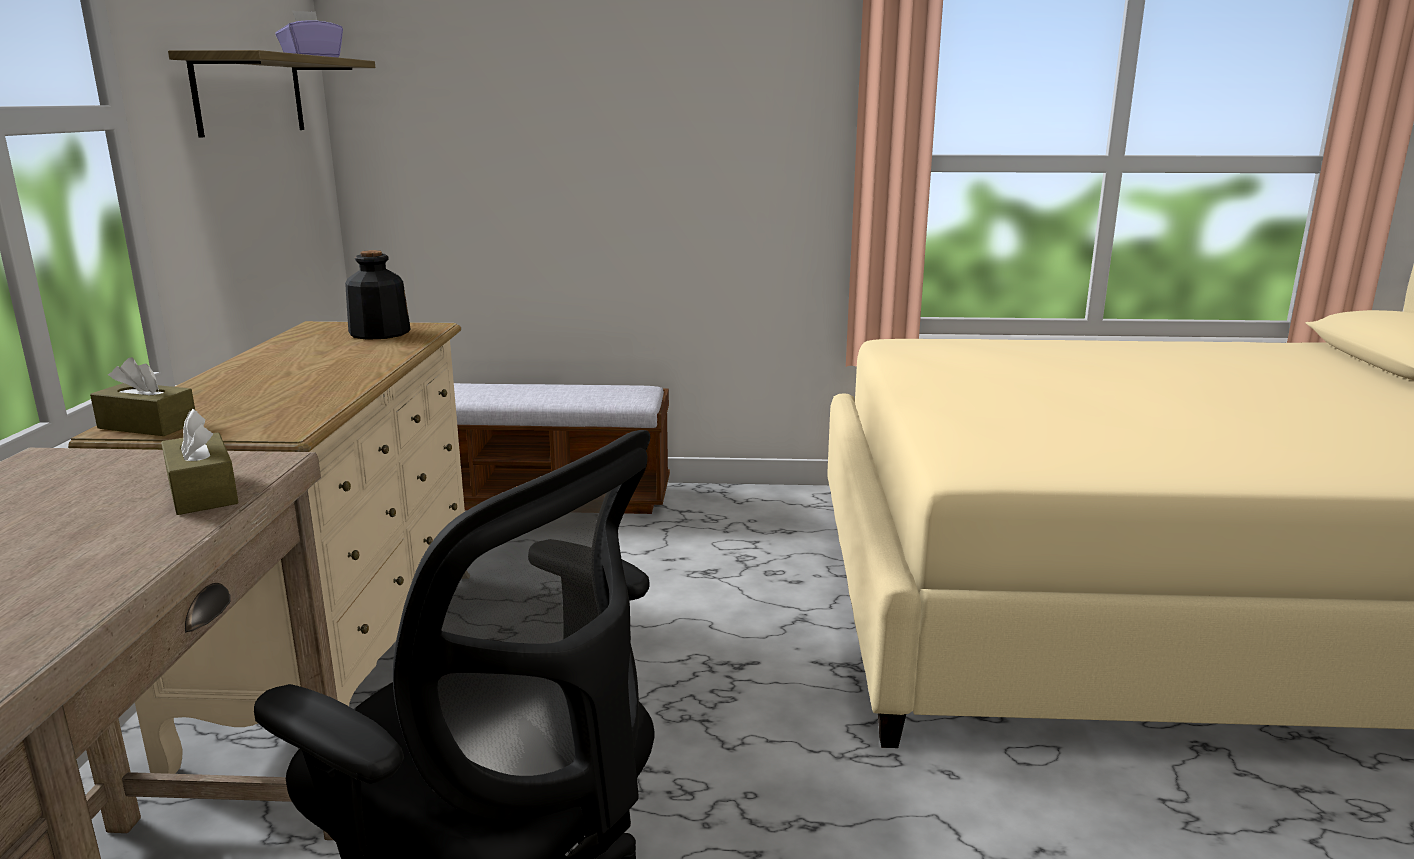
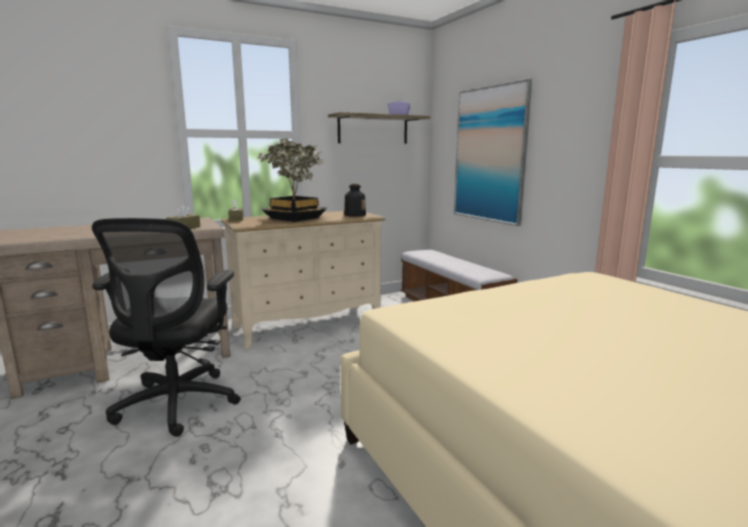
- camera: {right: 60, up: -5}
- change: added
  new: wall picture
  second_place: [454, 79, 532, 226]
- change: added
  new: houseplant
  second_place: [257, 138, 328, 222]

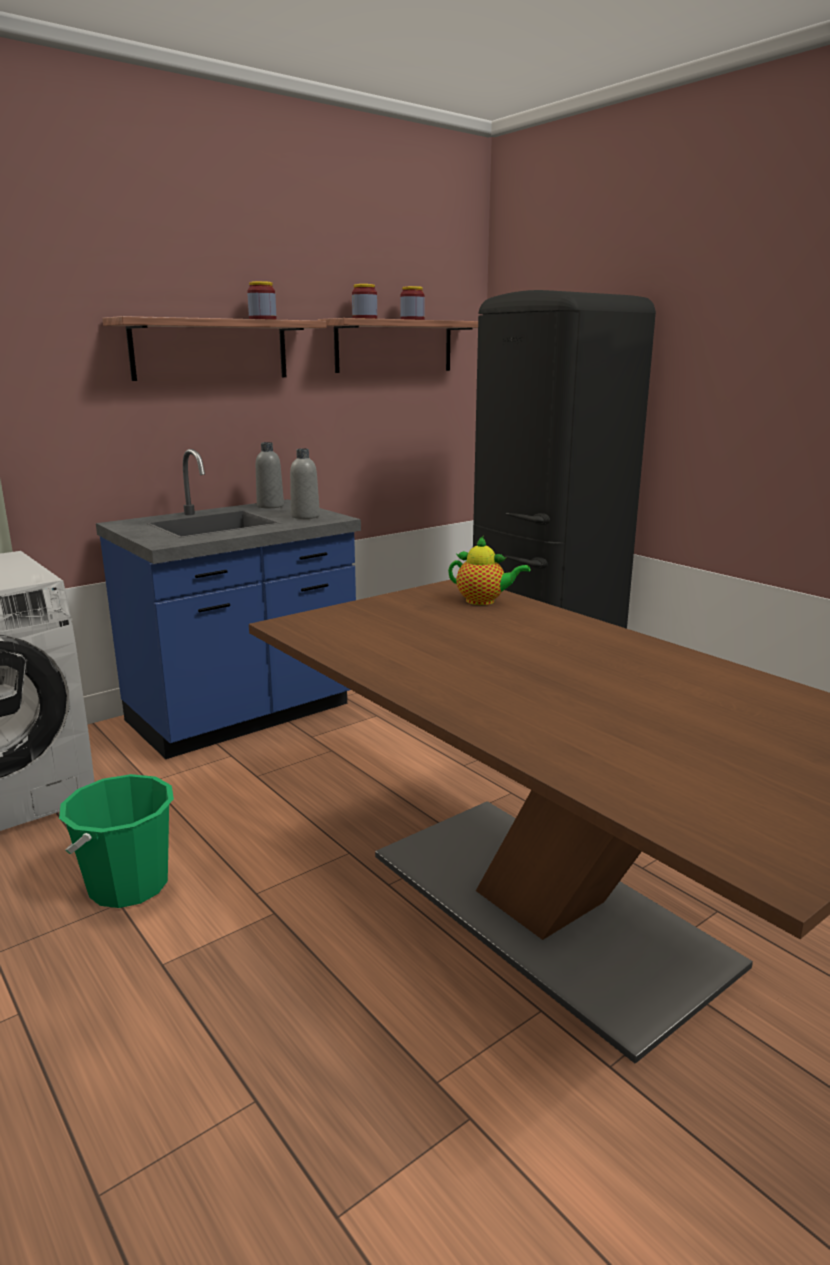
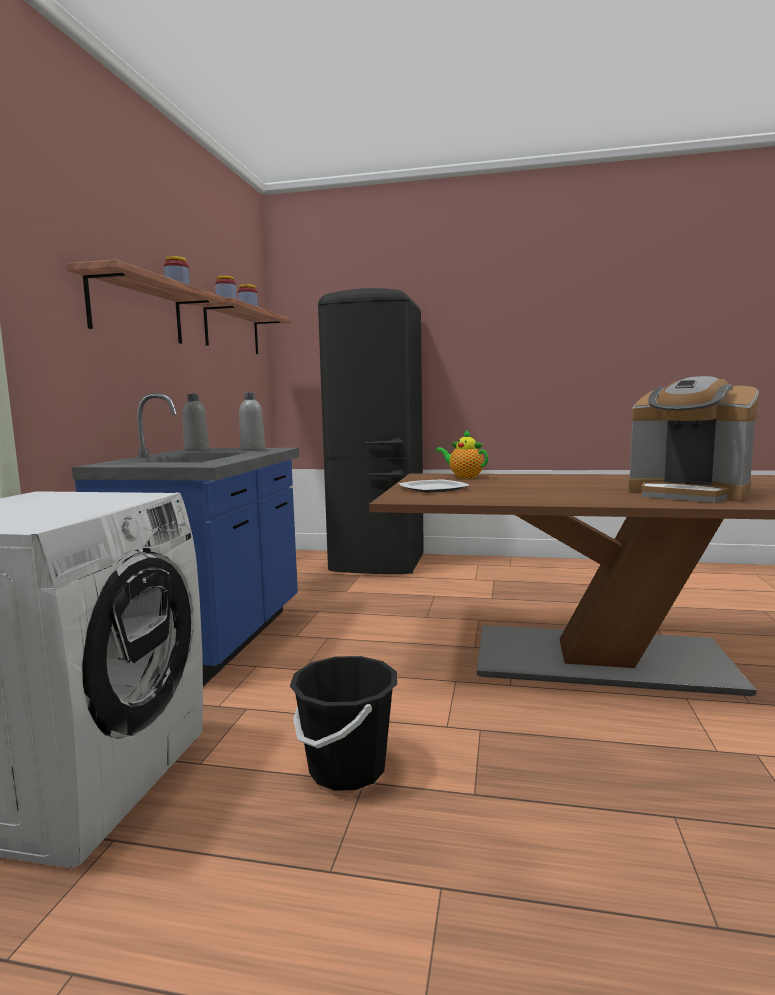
- camera: {right: -40, up: -10}
- change: turned
  old: teapot
  first_place: [448, 536, 530, 605]
  second_place: [436, 430, 488, 479]
  degrees: -120
- change: recoloured
  old: green-coloured bucket
  new: blackish bucket
  first_place: [59, 774, 174, 908]
  second_place: [290, 656, 397, 791]
- change: added
  new: coffee machine
  second_place: [628, 376, 759, 503]
- change: added
  new: flat dish
  second_place: [399, 479, 470, 493]

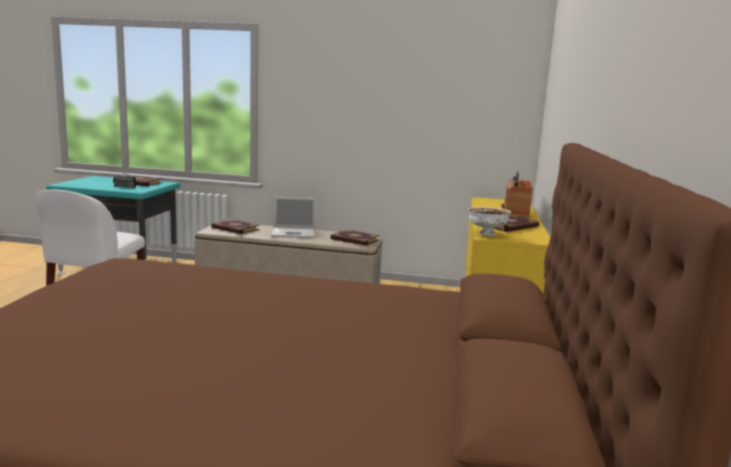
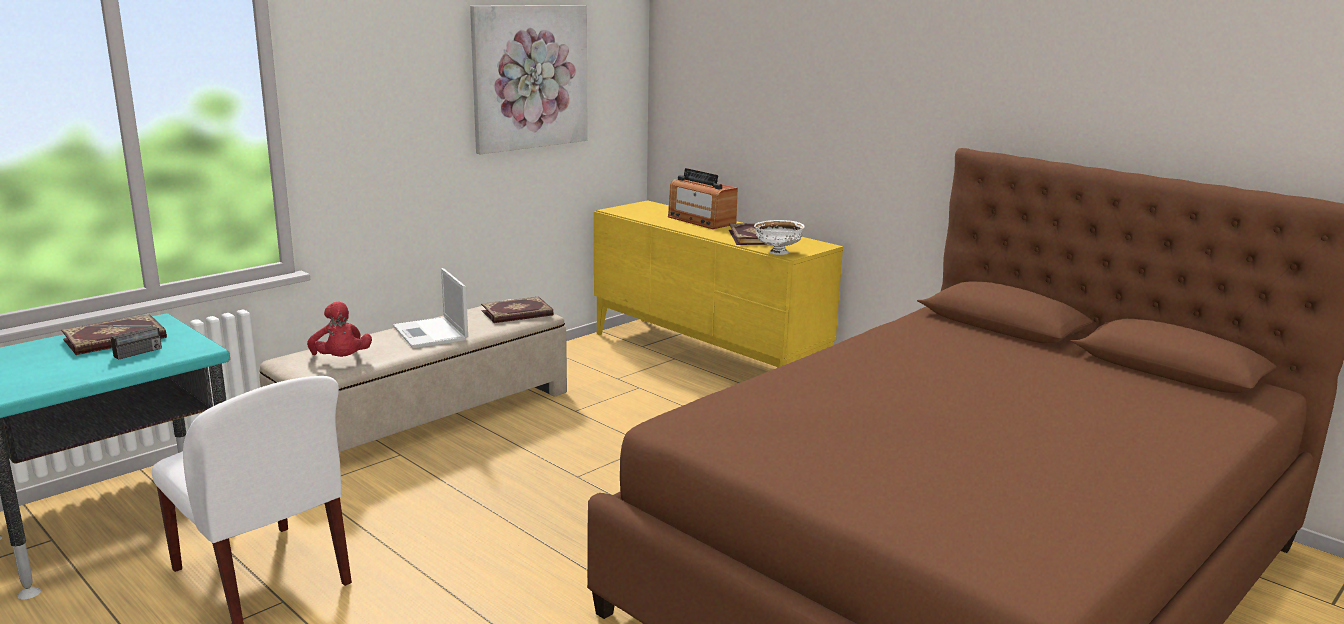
- camera: {right: -55, up: 5}
- change: turned
  old: notebook computer
  first_place: [271, 196, 316, 238]
  second_place: [393, 268, 468, 349]
  degrees: 120
- change: replaced
  old: bound book
  new: red-coloured plush toy
  first_place: [211, 219, 260, 234]
  second_place: [307, 302, 372, 357]
- change: added
  new: wall picture
  second_place: [470, 5, 588, 154]

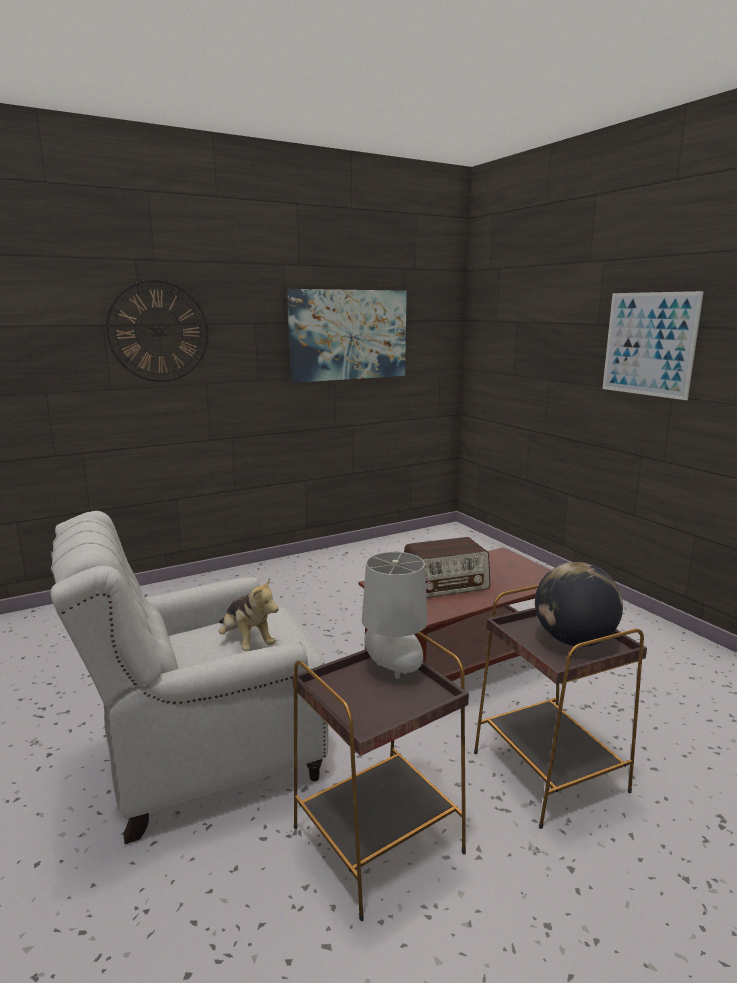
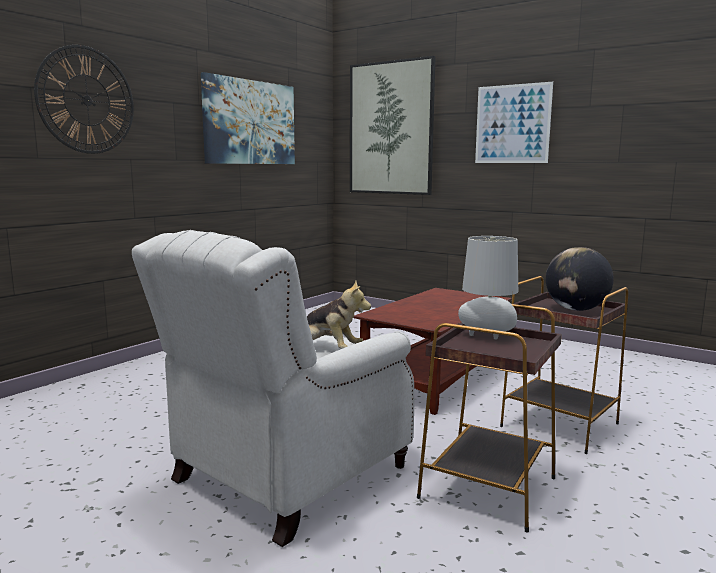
- camera: {right: -25, up: -5}
- change: removed
  old: radio receiver
  first_place: [404, 537, 490, 598]
- change: added
  new: wall picture
  second_place: [350, 56, 436, 195]

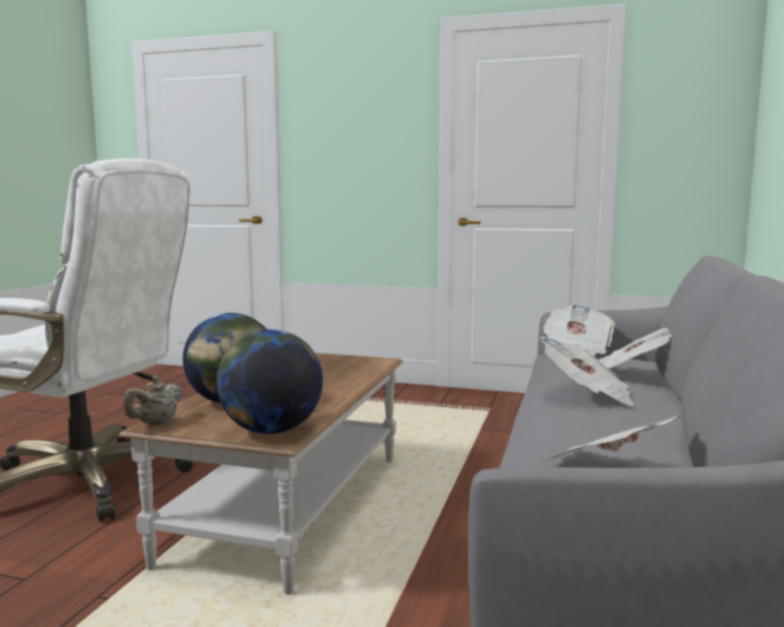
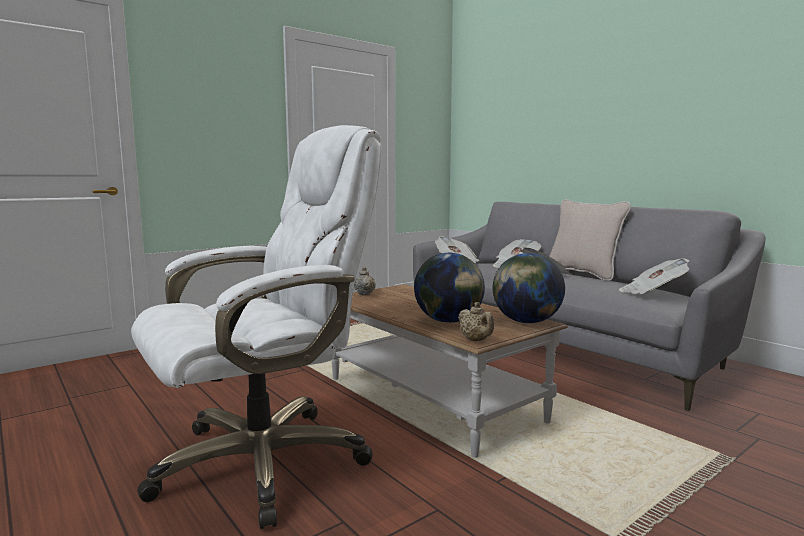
- camera: {right: -55, up: 0}
- change: added
  new: sand-coloured pillow
  second_place: [549, 199, 631, 281]
- change: added
  new: sand-coloured teapot
  second_place: [354, 266, 376, 295]

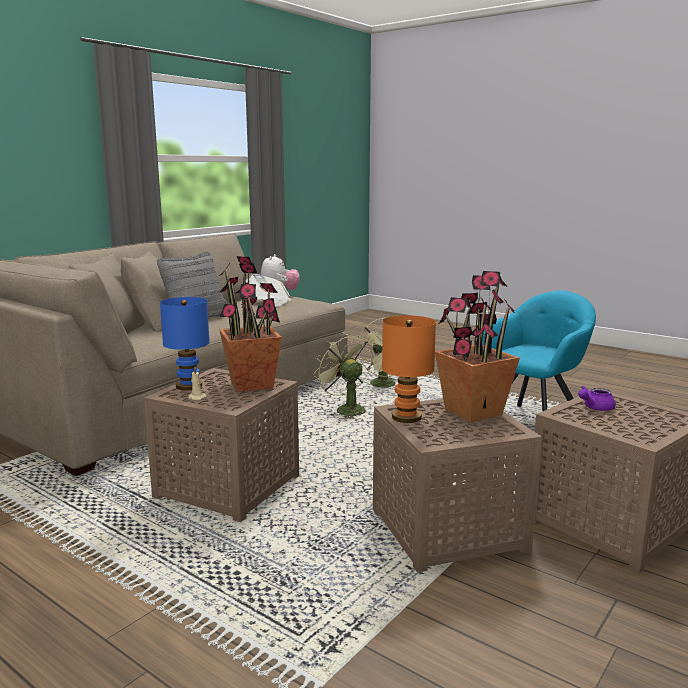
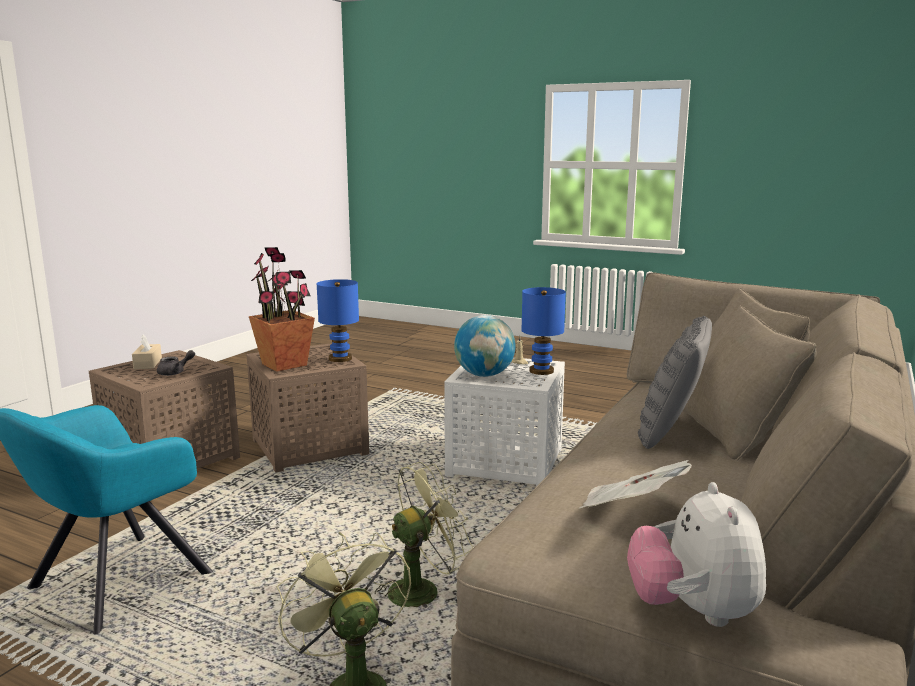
- camera: {right: 170, up: 0}
- change: replaced
  old: houseplant
  new: desk globe
  first_place: [219, 256, 282, 392]
  second_place: [454, 315, 516, 377]
- change: recoloured
  old: orange-coloured table lamp
  new: bluish table lamp
  first_place: [382, 315, 436, 423]
  second_place: [317, 279, 359, 362]
- change: turned
  old: green-coloured cooling fan
  first_place: [313, 332, 372, 419]
  second_place: [374, 462, 473, 608]
  degrees: -75
- change: recoloured
  old: brown side table
  new: whitish side table
  first_place: [144, 368, 299, 522]
  second_place: [444, 358, 565, 487]
- change: recoloured
  old: purplish teapot
  new: grey teapot
  first_place: [578, 386, 616, 411]
  second_place: [157, 350, 195, 376]
- change: added
  new: sand-coloured tissue box
  second_place: [132, 334, 162, 369]

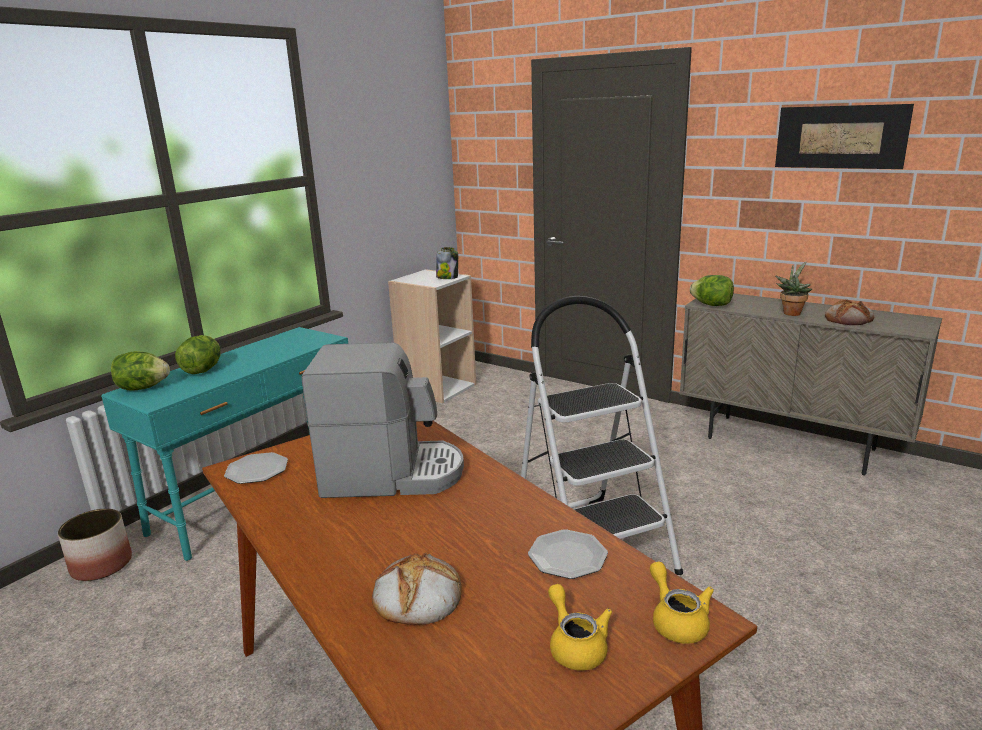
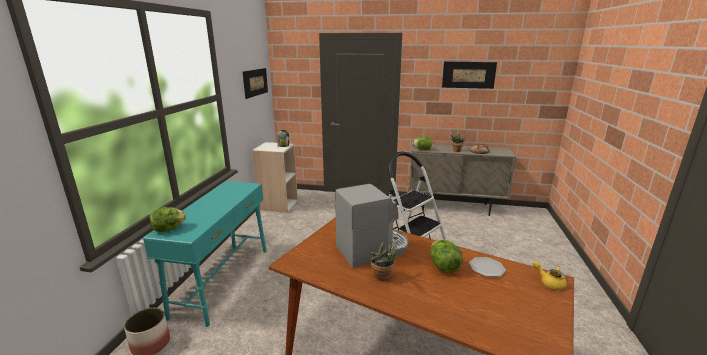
- camera: {right: -25, up: 0}
- change: moved
  old: lettuce head
  first_place: [175, 335, 221, 374]
  second_place: [430, 240, 463, 273]
- change: removed
  old: flat dish
  first_place: [224, 452, 288, 484]
- change: removed
  old: bakery bread
  first_place: [372, 553, 462, 625]
- change: removed
  old: yellow teapot
  first_place: [548, 584, 612, 671]
- change: added
  new: wall picture
  second_place: [243, 68, 268, 99]
- change: added
  new: houseplant
  second_place: [370, 241, 400, 281]

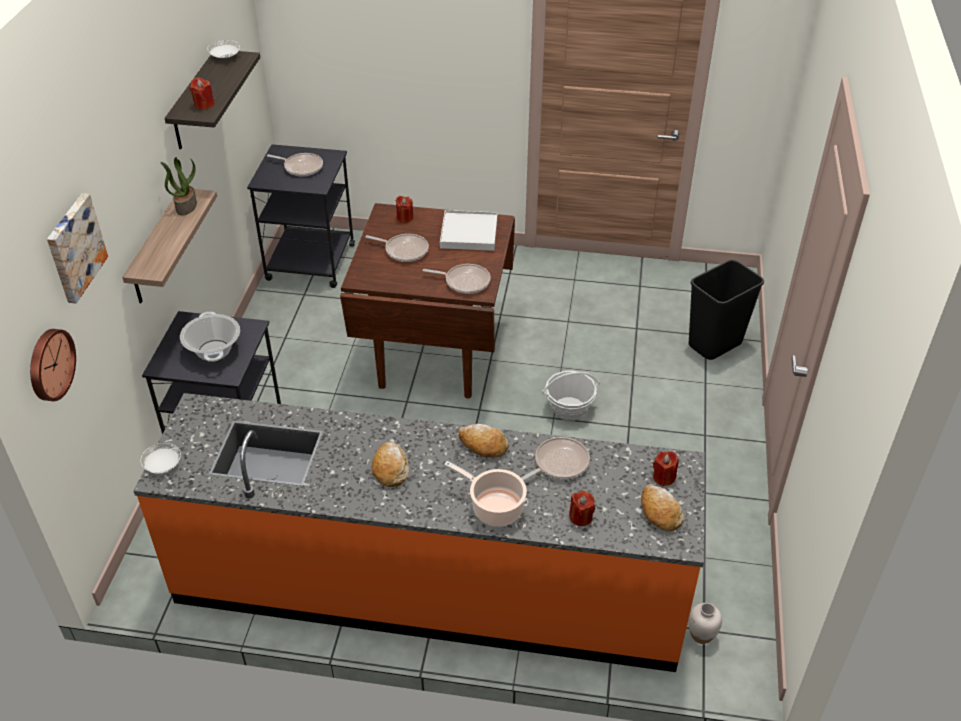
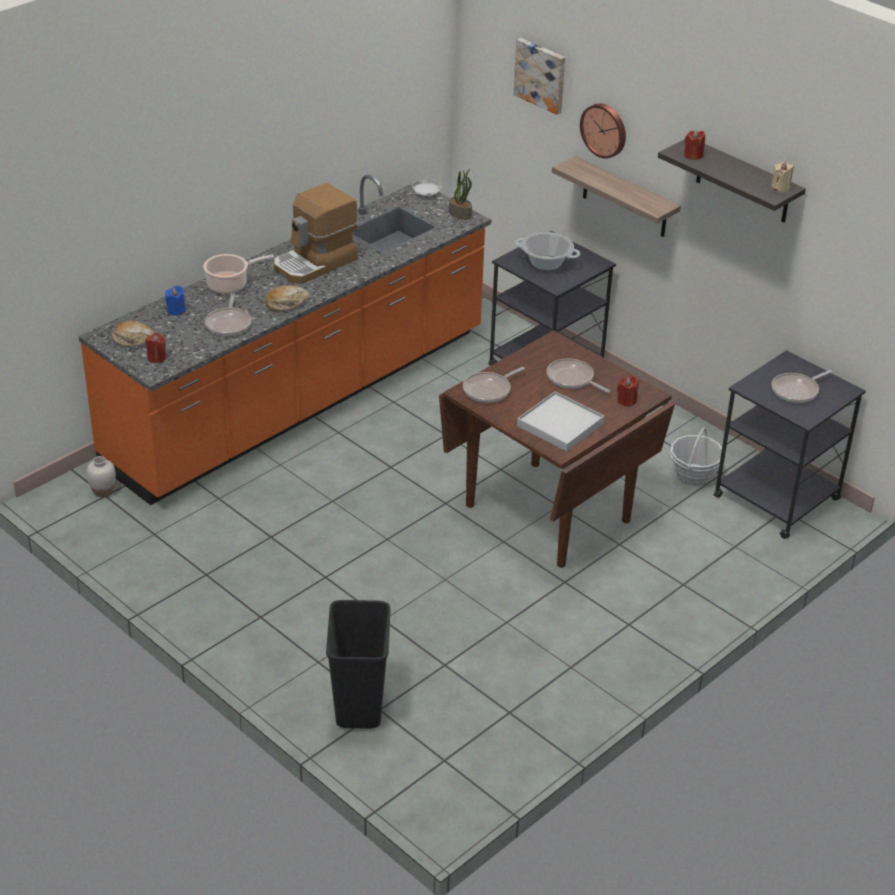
- camera: {right: 125, up: -5}
- change: replaced
  old: whitish flat dish
  new: sand-coloured wax candle
  first_place: [207, 40, 240, 58]
  second_place: [771, 162, 794, 192]
- change: moved
  old: houseplant
  first_place: [161, 157, 197, 215]
  second_place: [449, 169, 472, 220]
- change: turned
  old: skillet
  first_place: [365, 234, 429, 262]
  second_place: [547, 359, 610, 393]
  degrees: 75
- change: moved
  old: hanging clock
  first_place: [30, 329, 76, 401]
  second_place: [580, 103, 626, 159]
- change: moved
  old: storage basket
  first_place: [542, 371, 600, 421]
  second_place: [670, 427, 722, 486]
- change: replaced
  old: bakery bread
  new: coffee machine
  first_place: [372, 441, 409, 487]
  second_place: [274, 183, 358, 284]
- change: recoloured
  old: red-coloured wax candle
  new: bluish wax candle
  first_place: [569, 491, 595, 526]
  second_place: [165, 285, 186, 316]

